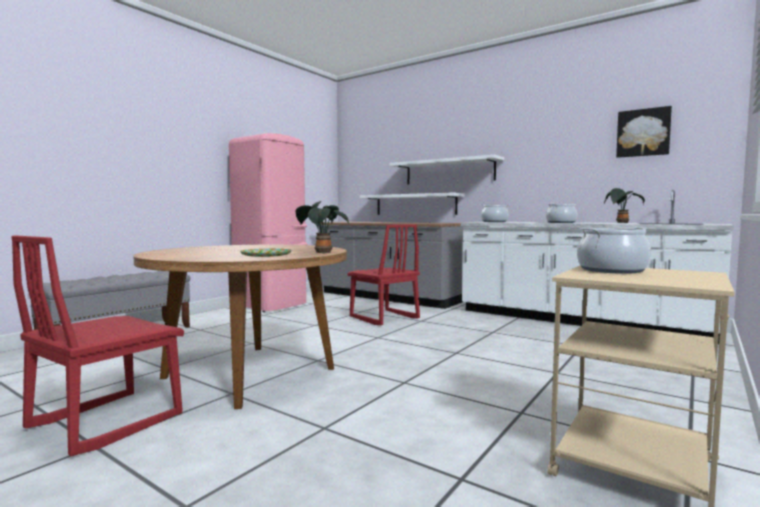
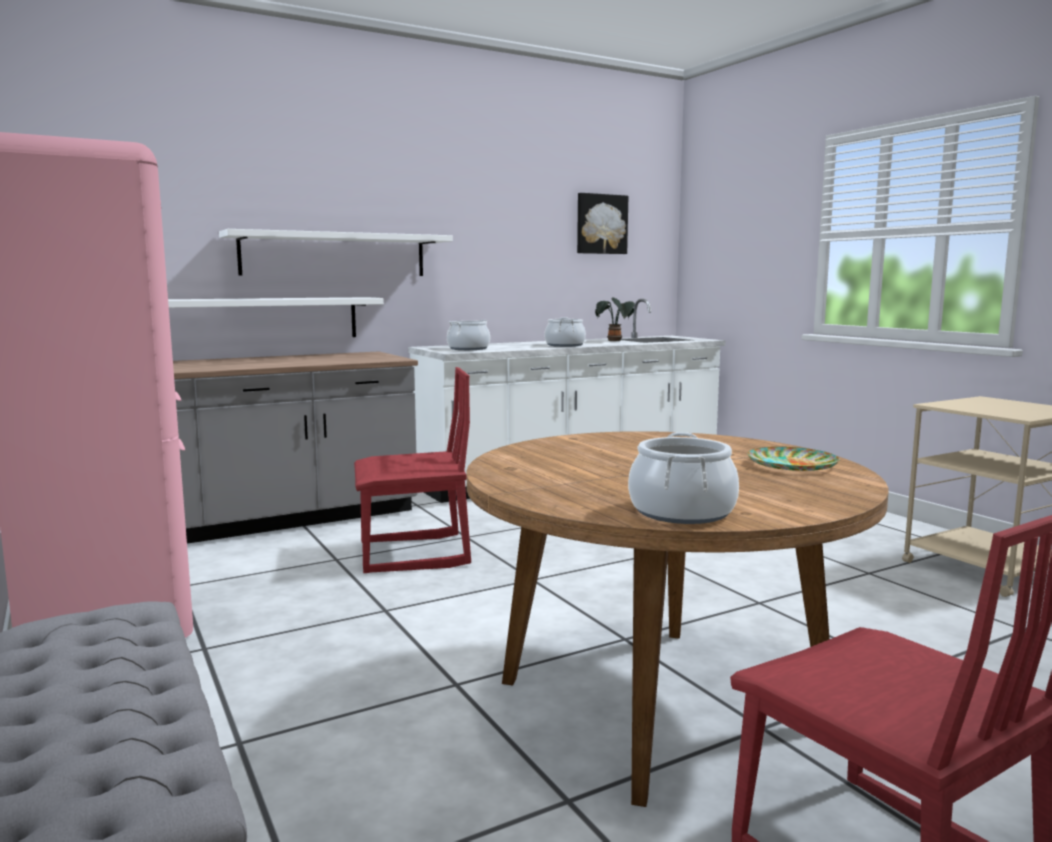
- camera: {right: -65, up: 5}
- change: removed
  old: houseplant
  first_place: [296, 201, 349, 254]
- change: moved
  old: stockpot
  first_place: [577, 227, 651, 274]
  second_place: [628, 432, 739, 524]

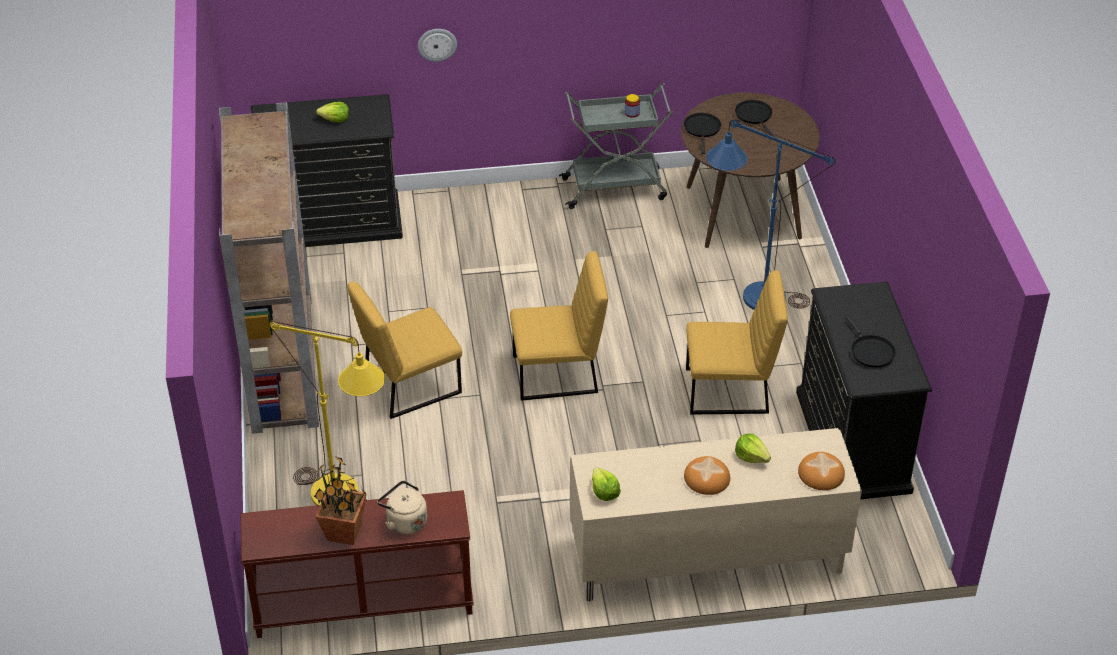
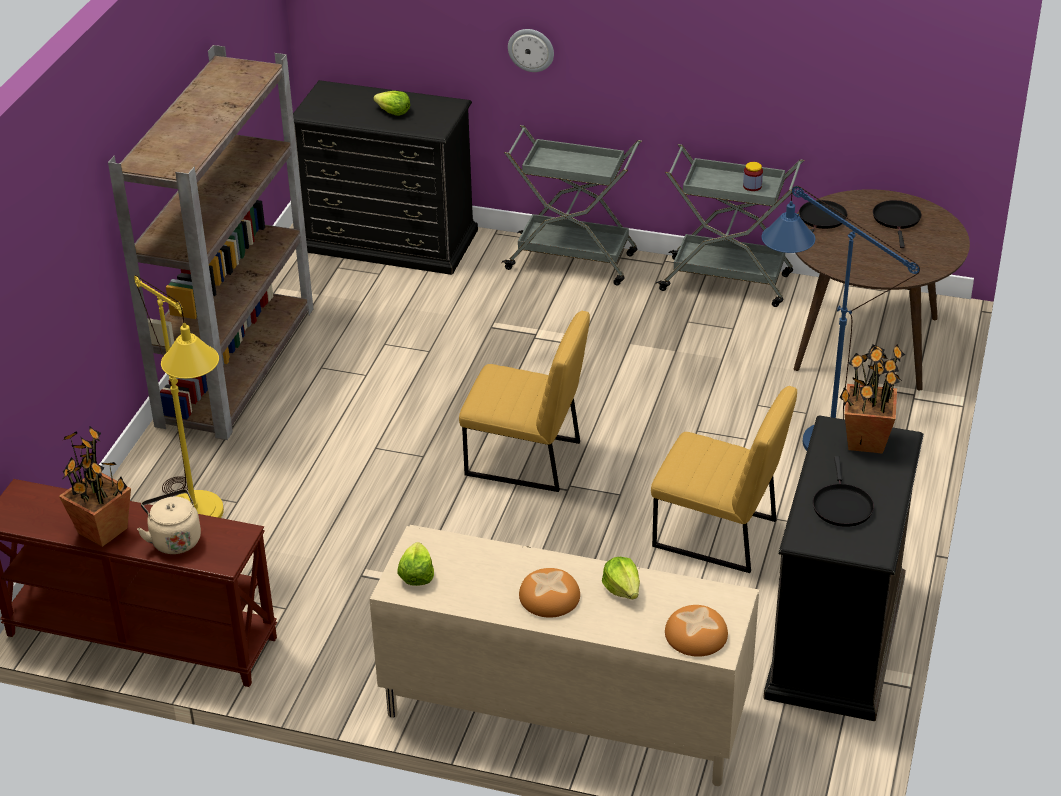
- camera: {right: 25, up: -5}
- change: removed
  old: yellow upright chair
  first_place: [347, 281, 462, 419]
- change: added
  new: grey trolley
  second_place: [501, 125, 642, 285]
- change: added
  new: houseplant
  second_place: [840, 344, 905, 454]

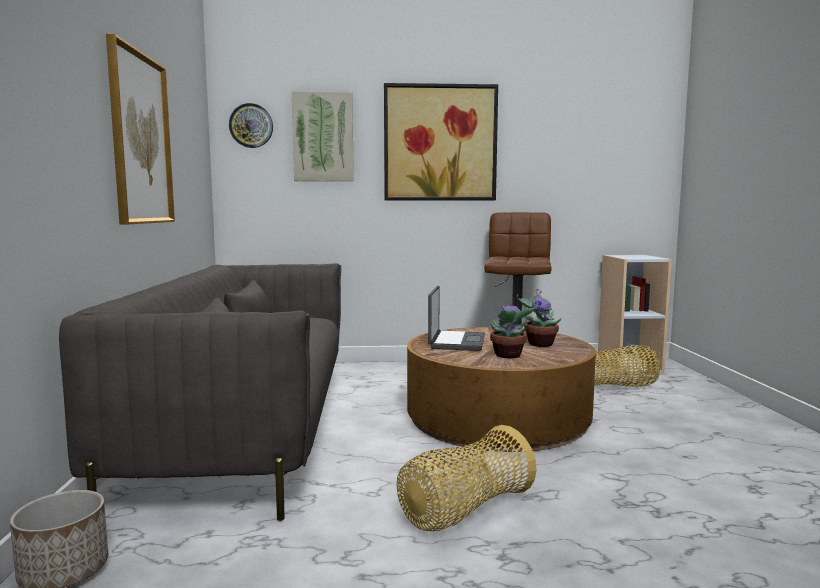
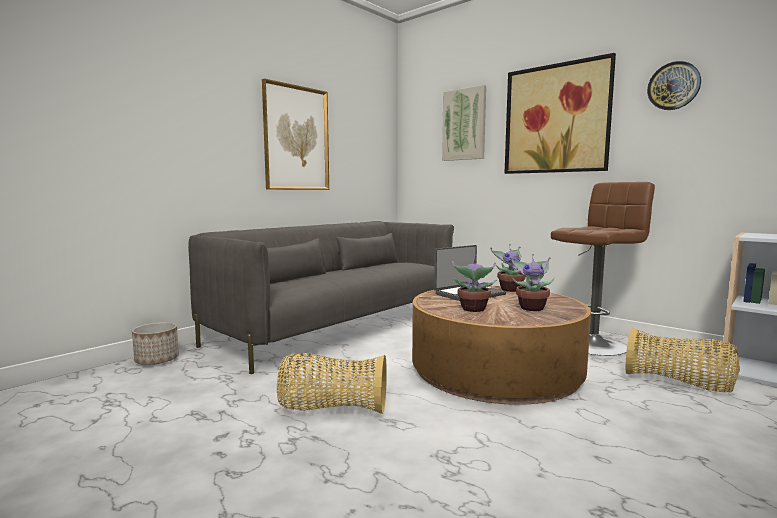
- camera: {right: 45, up: 0}
- change: moved
  old: hanging clock
  first_place: [229, 103, 273, 148]
  second_place: [647, 61, 701, 110]
- change: added
  new: houseplant
  second_place: [490, 244, 526, 292]

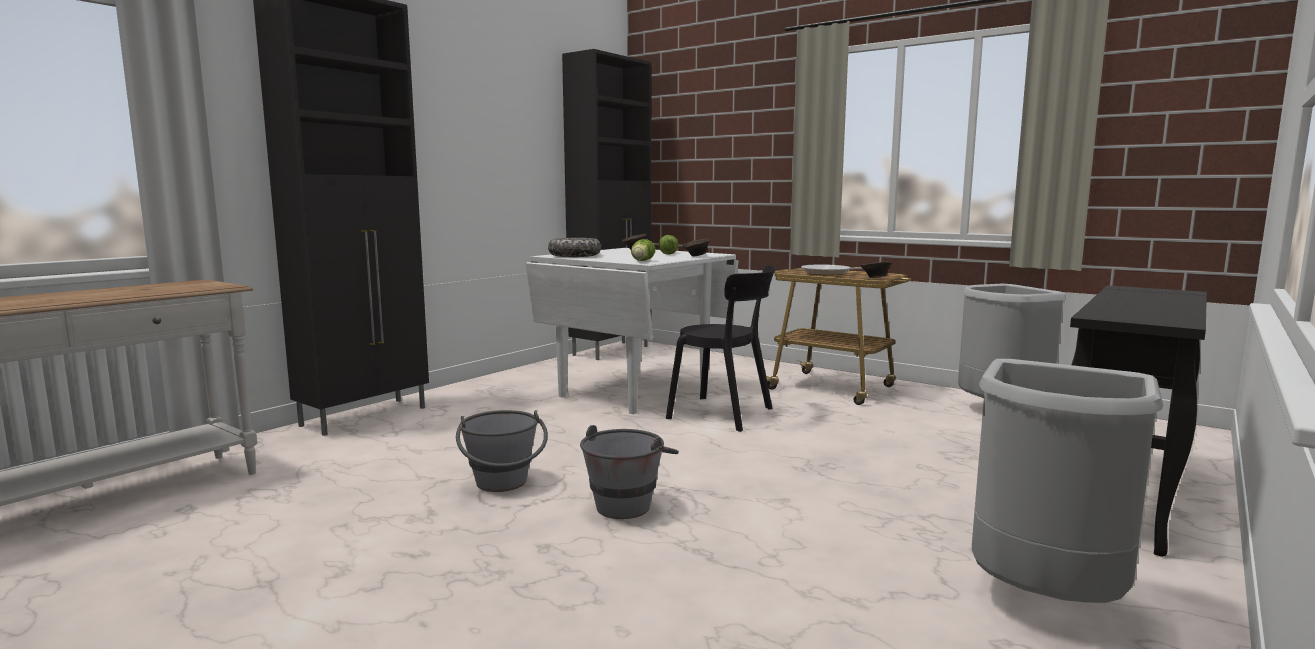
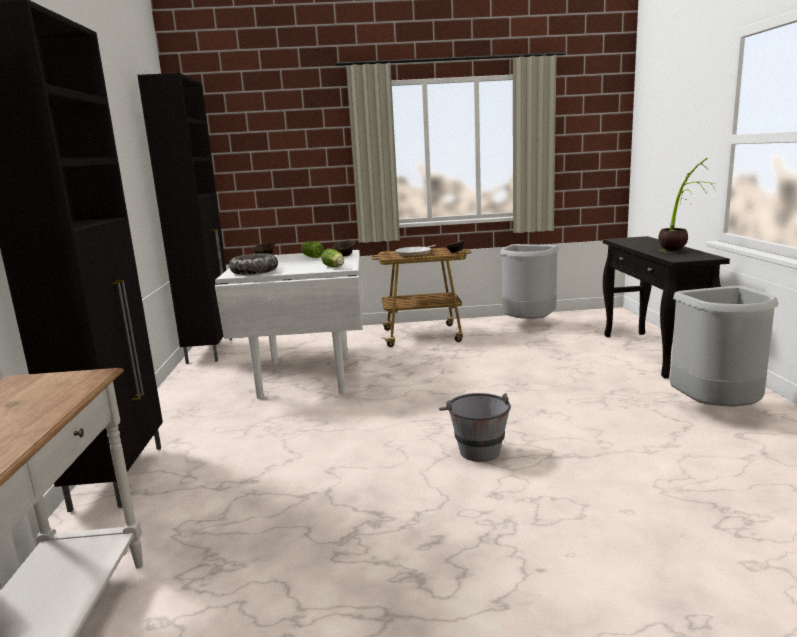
- camera: {right: -40, up: 5}
- change: removed
  old: blackish upright chair
  first_place: [666, 265, 776, 432]
- change: removed
  old: grey bucket
  first_place: [456, 410, 548, 492]
- change: added
  new: houseplant
  second_place: [658, 158, 716, 253]

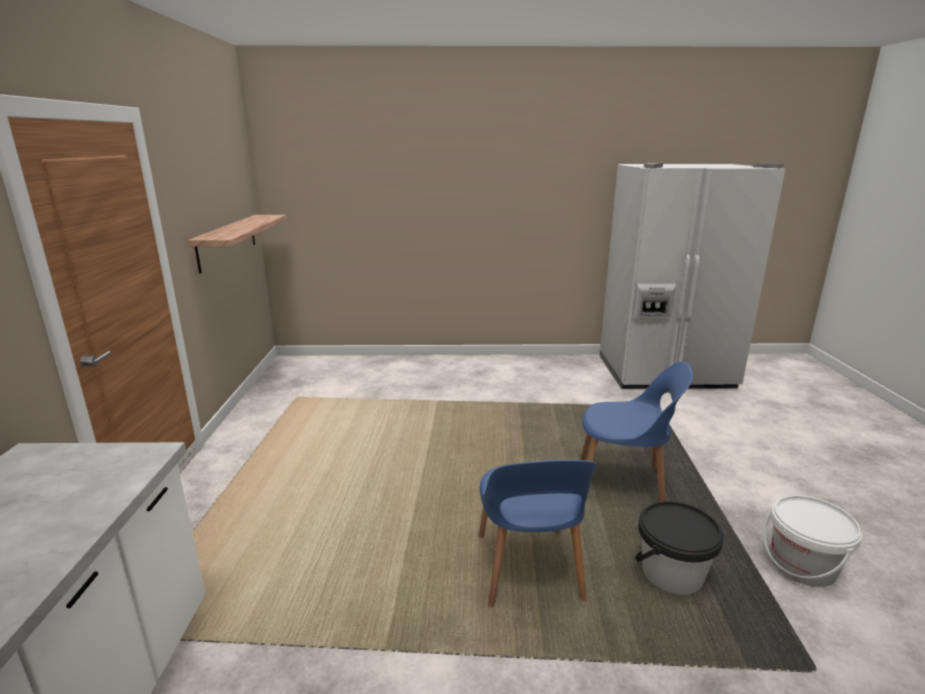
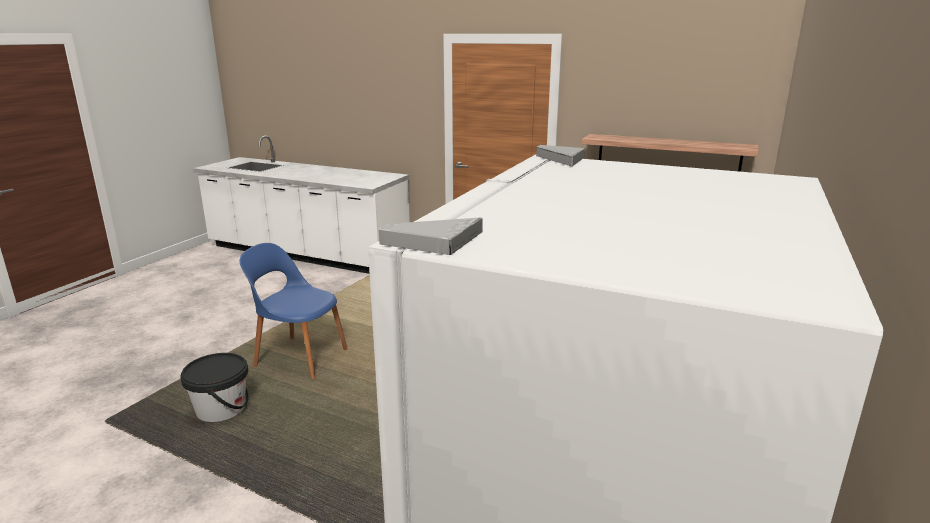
- camera: {right: 115, up: 0}
- change: removed
  old: bluish upright chair
  first_place: [580, 361, 693, 502]
- change: removed
  old: whitish bucket
  first_place: [763, 495, 863, 587]

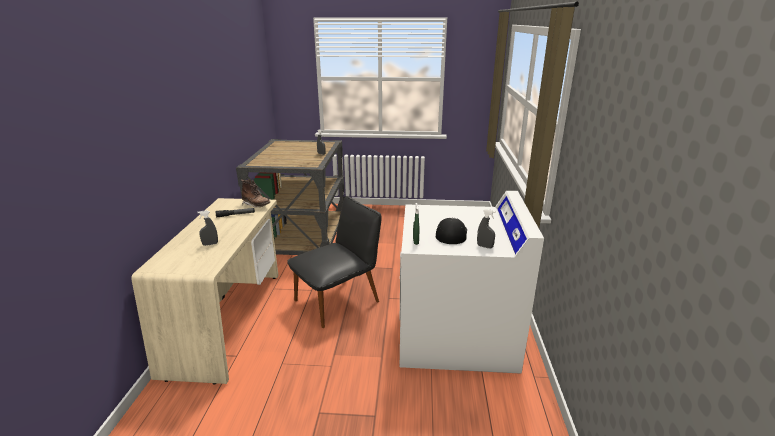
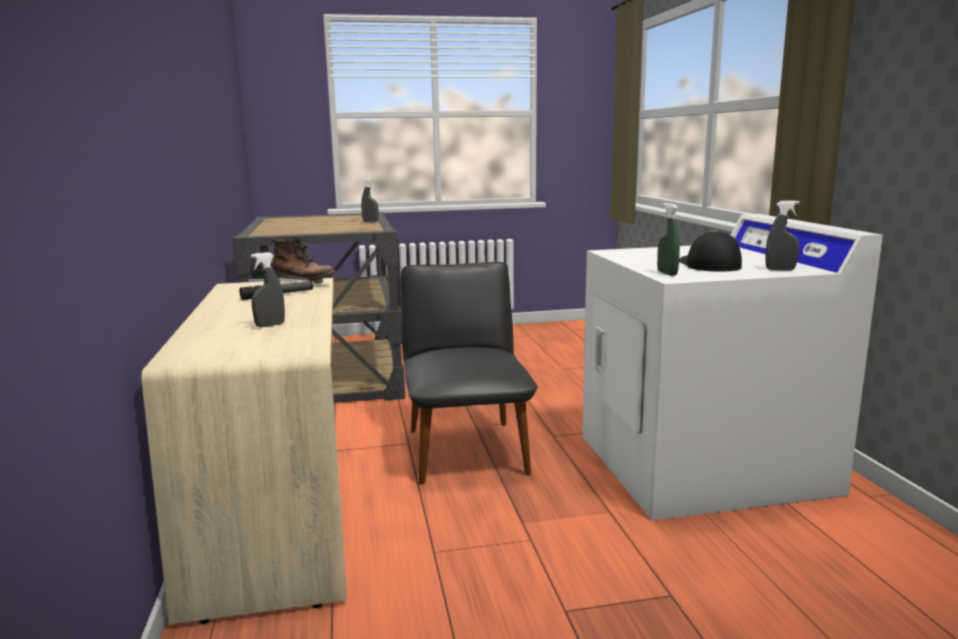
- camera: {right: -15, up: -10}
- change: turned
  old: blackish upright chair
  first_place: [287, 196, 382, 328]
  second_place: [400, 262, 538, 485]
  degrees: -45

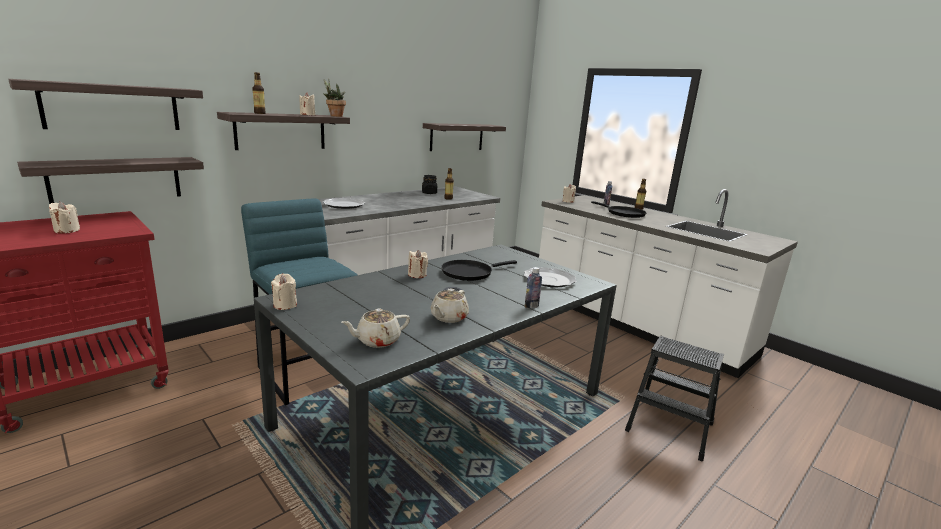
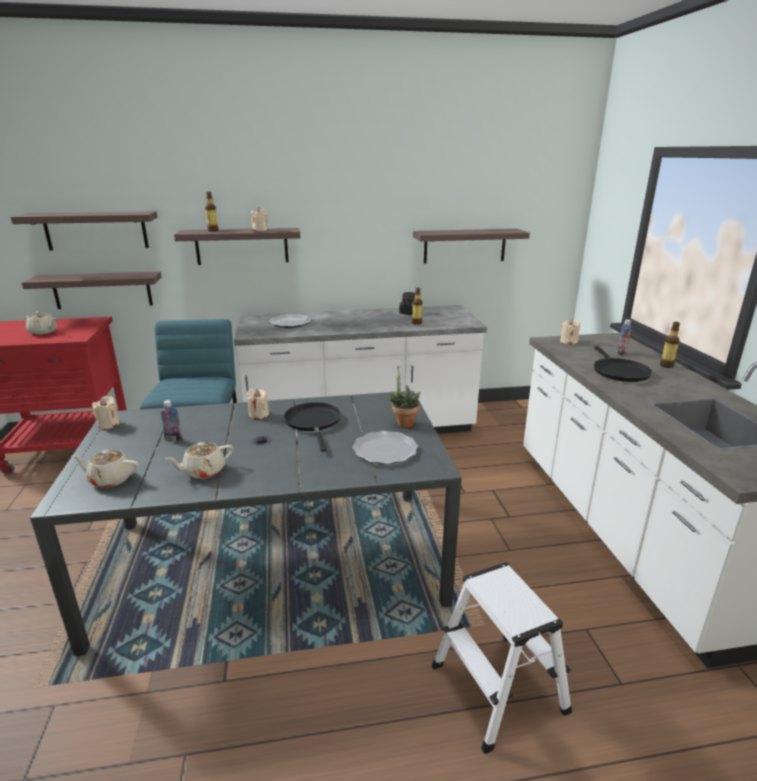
- camera: {right: 35, up: 5}
- change: moved
  old: houseplant
  first_place: [323, 78, 346, 117]
  second_place: [387, 367, 421, 428]
- change: replaced
  old: sand-coloured wax candle
  new: sand-coloured teapot
  first_place: [49, 202, 80, 233]
  second_place: [25, 311, 57, 335]
- change: turned
  old: blackish skillet
  first_place: [441, 260, 517, 281]
  second_place: [284, 402, 341, 452]
  degrees: 75
- change: moved
  old: bottle
  first_place: [525, 267, 542, 309]
  second_place: [160, 400, 182, 442]
- change: recoloured
  old: blackish step stool
  new: whitish step stool
  first_place: [625, 335, 724, 461]
  second_place: [432, 562, 572, 754]

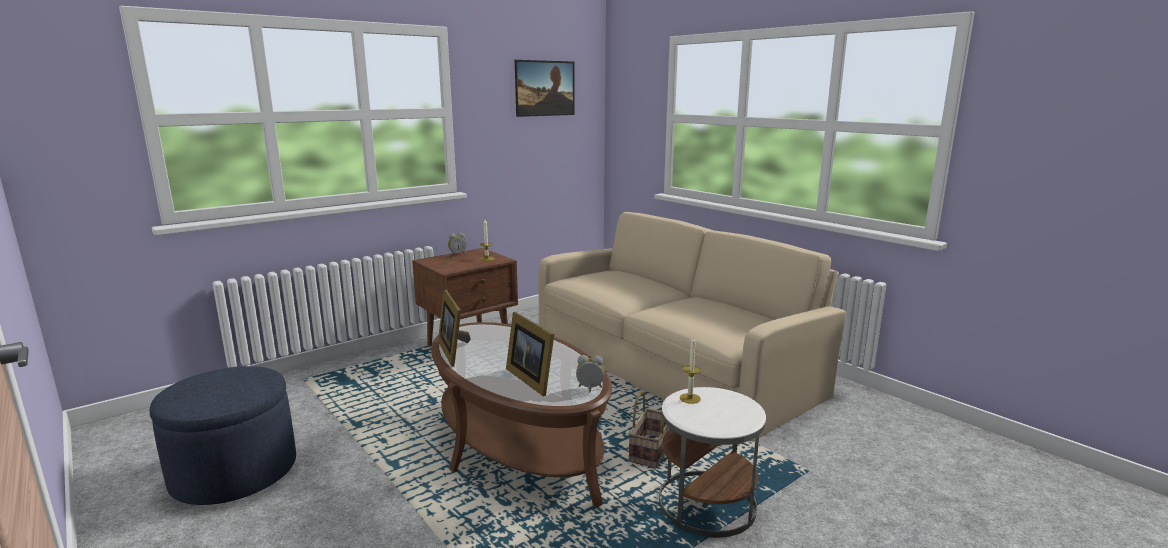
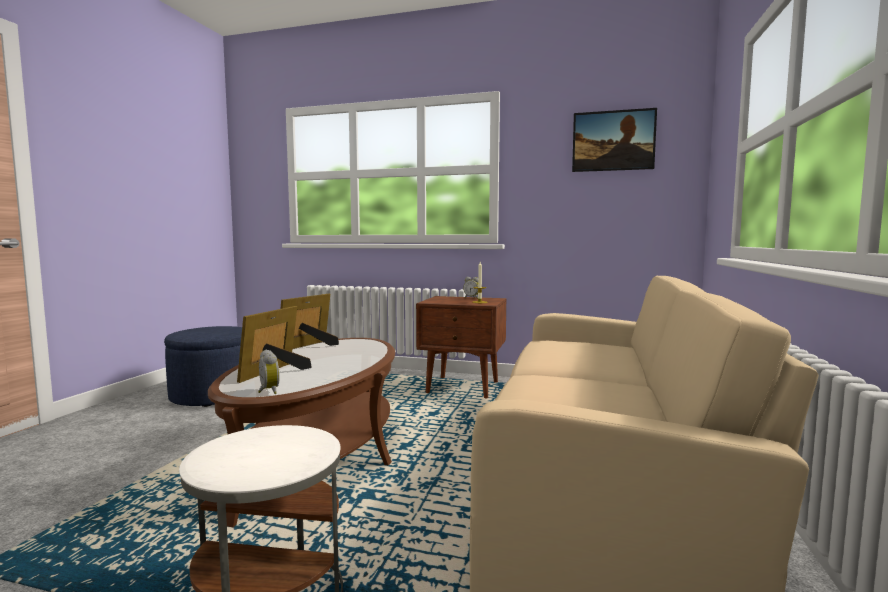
- camera: {right: 55, up: -10}
- change: removed
  old: wax candle
  first_place: [680, 335, 701, 404]
- change: removed
  old: storage basket
  first_place: [628, 392, 670, 468]

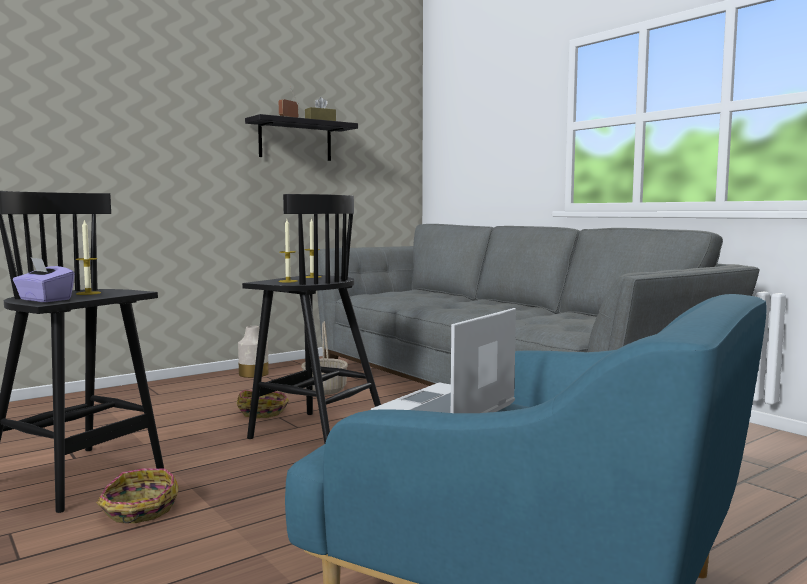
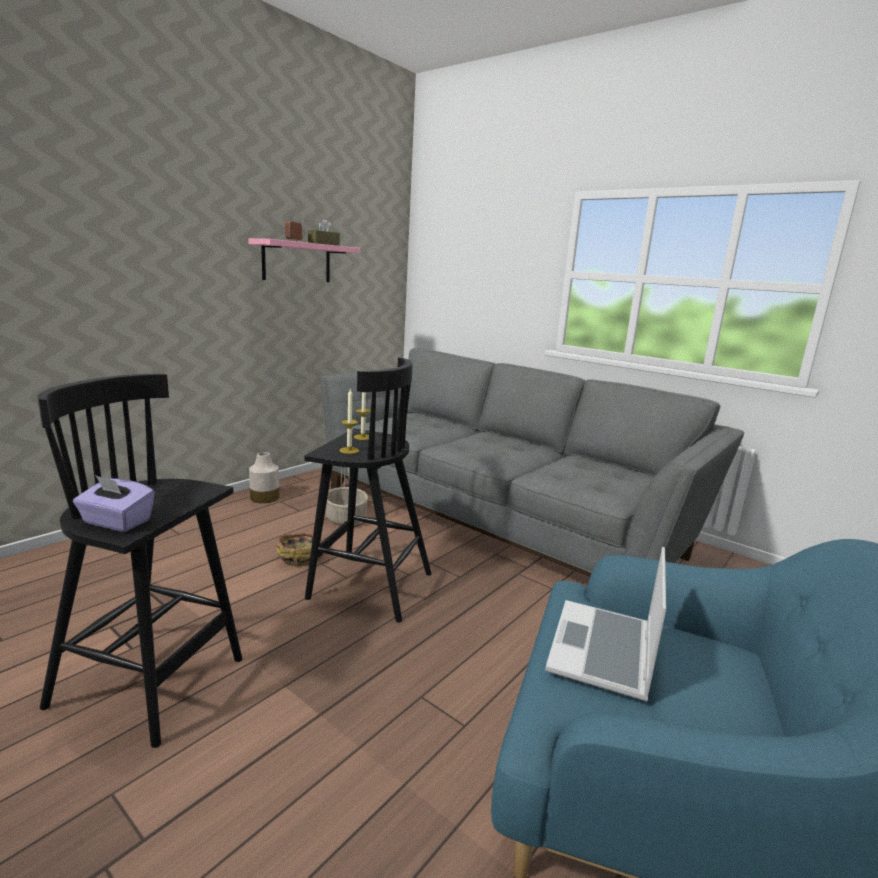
- camera: {right: -15, up: 10}
- change: recoloured
  old: blackish wall shelf
  new: pink-coloured wall shelf
  first_place: [245, 114, 358, 161]
  second_place: [248, 238, 360, 282]
- change: removed
  old: wax candle
  first_place: [76, 219, 101, 295]
- change: removed
  old: storage basket
  first_place: [97, 468, 179, 523]

